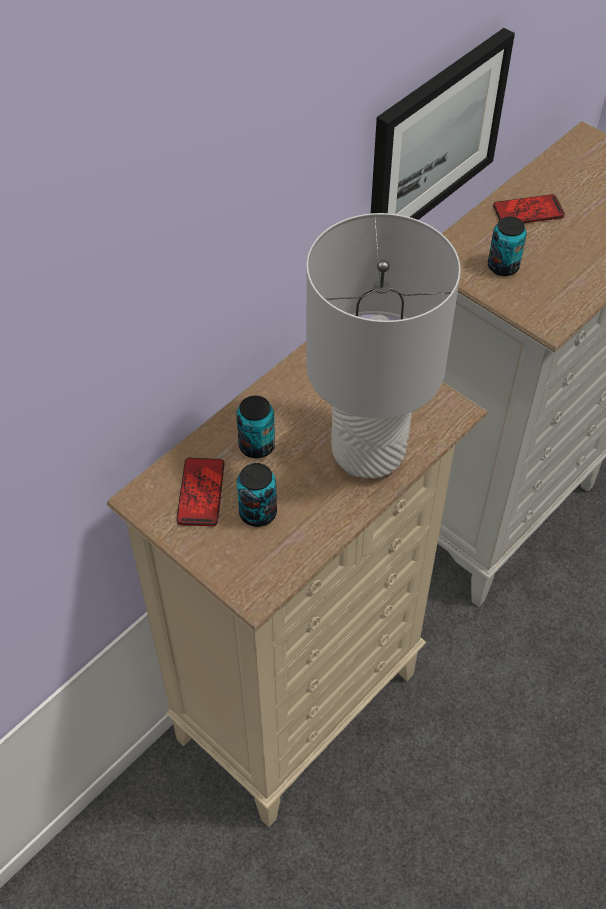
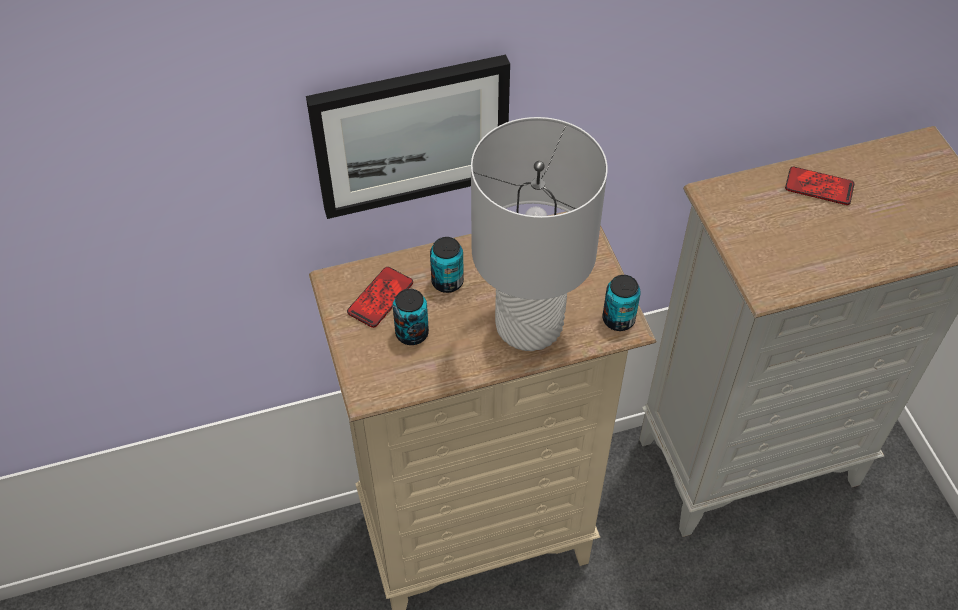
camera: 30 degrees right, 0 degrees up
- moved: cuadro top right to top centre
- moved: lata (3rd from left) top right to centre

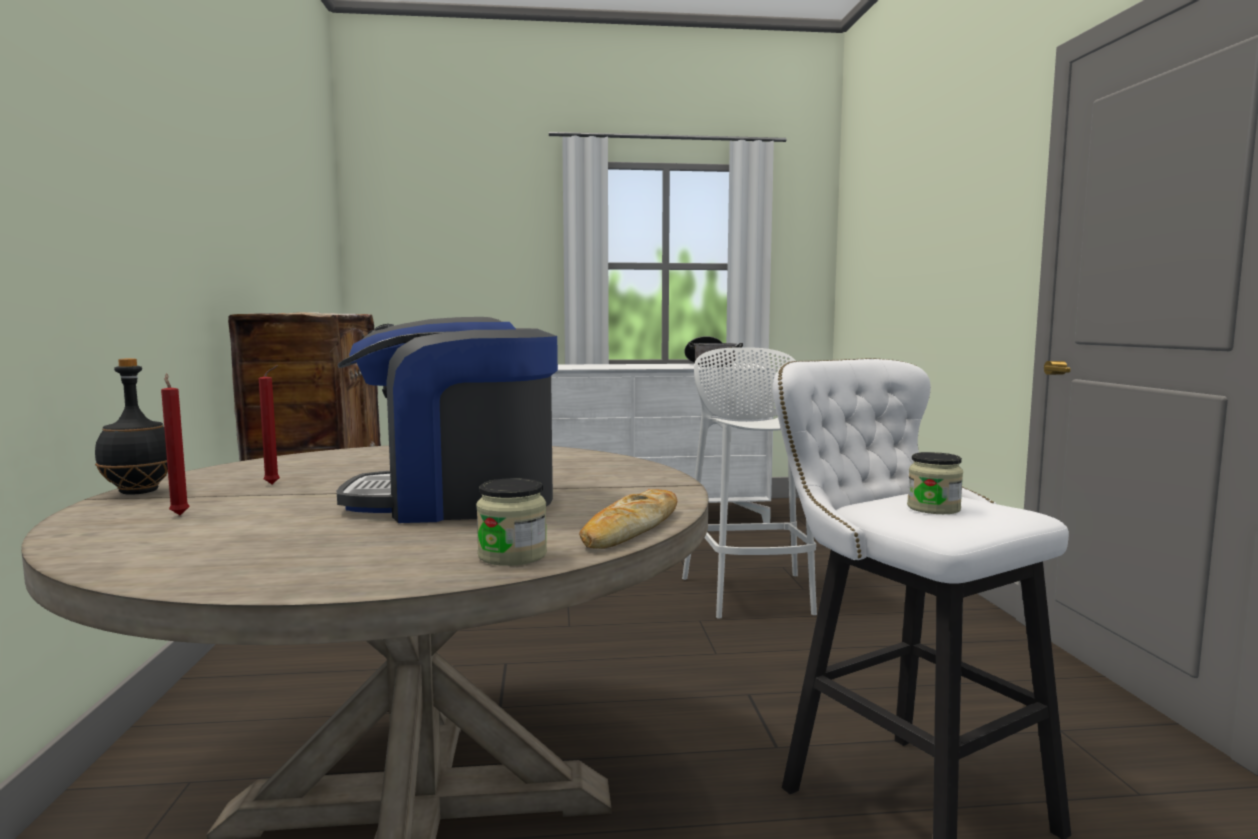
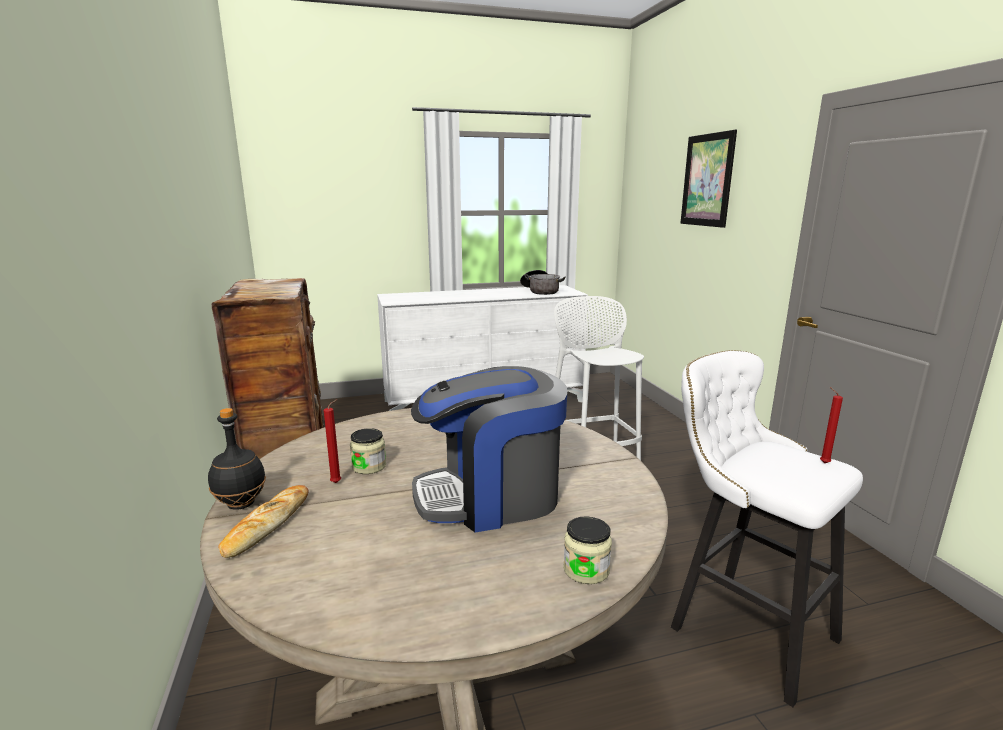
camera: 10 degrees left, 10 degrees up
- moved: vela/rojo (1st from left in the first image) middle left to vela/rojo (2nd from left) middle right
- moved: pan centre to bottom left
- moved: tarro (2nd from left in the first image) middle right to tarro (1st from left) centre
- added: cuadro top right

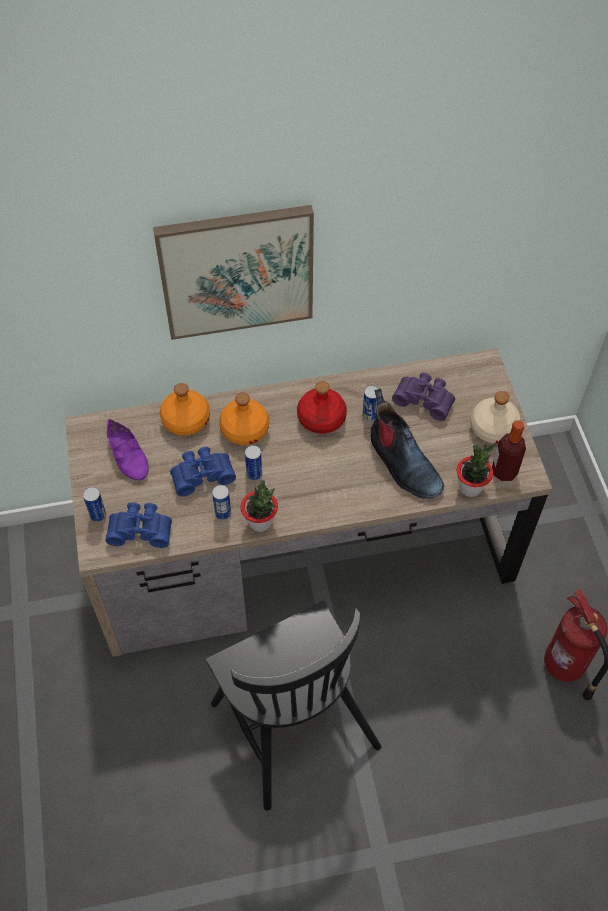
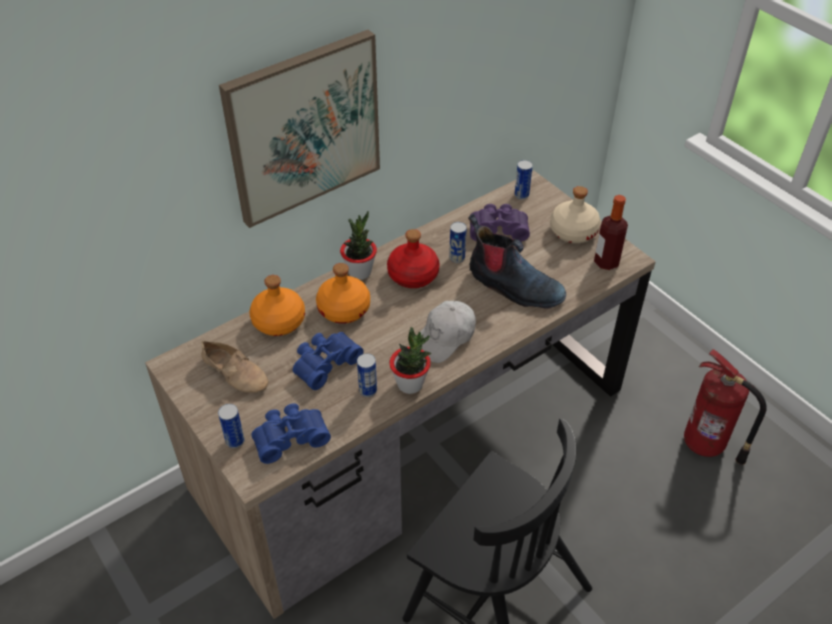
camera: 25 degrees left, 10 degrees down
- recoloured: zapato/morado middle left to zapato/beis middle left
- moved: lata (3rd from left in the first image) centre to lata (4th from left) top centre
- moved: planta en maceta (2nd from left in the first image) middle right to planta en maceta (1st from left) centre
- added: gorra/blanco centre

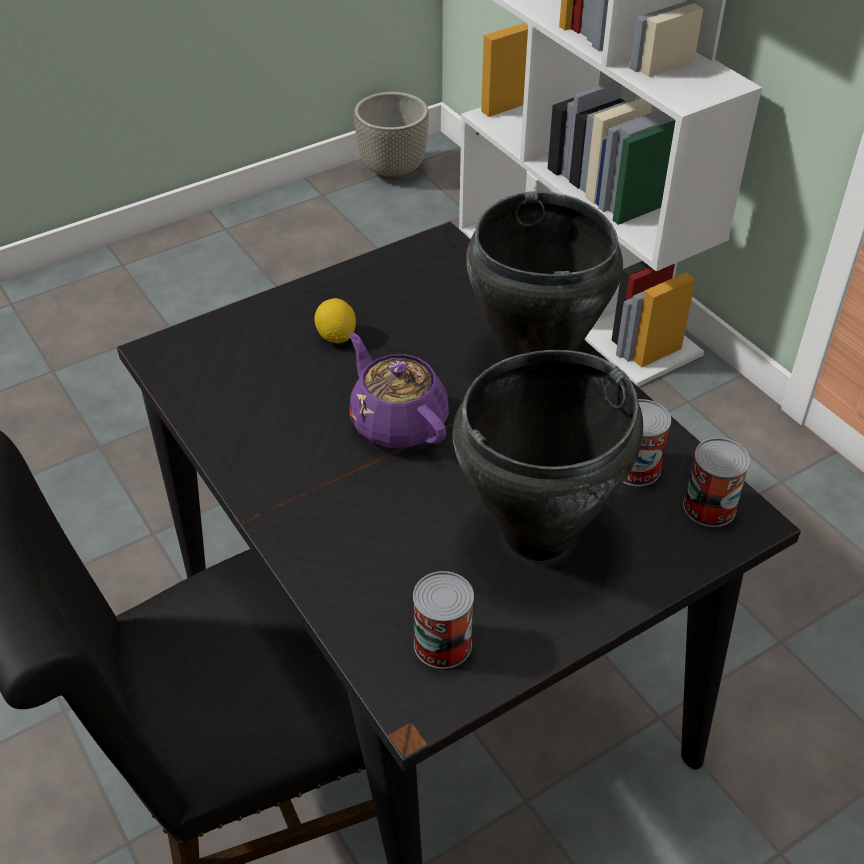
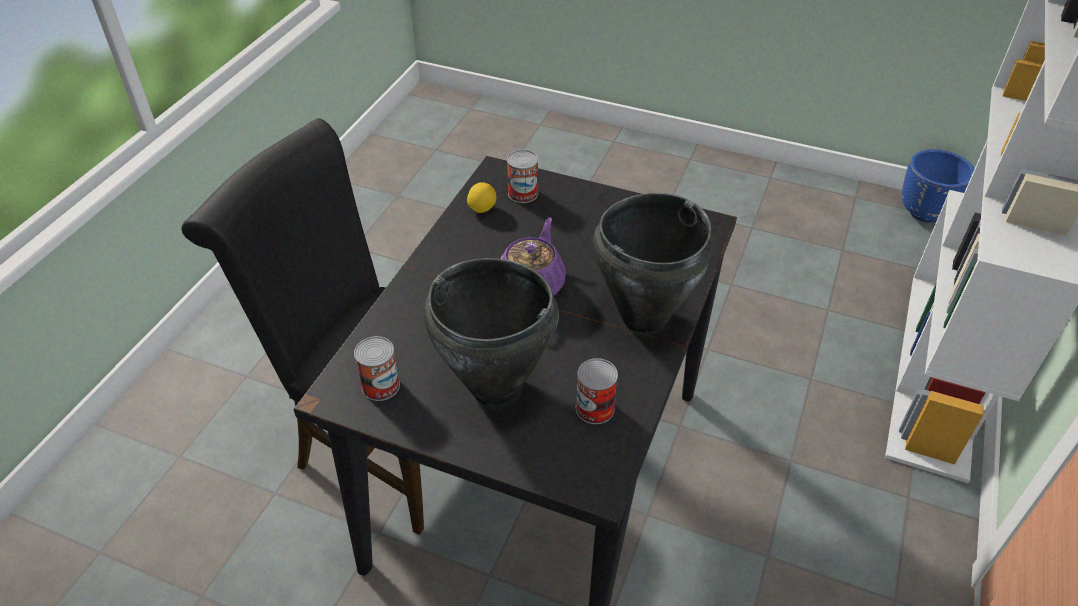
camera: 55 degrees right, 0 degrees up
- moved: limón centre to top centre
- recoloured: maceta/gris top centre to maceta/azul top right
- moved: lata (3rd from left in the first image) middle right to lata (2nd from left) top centre

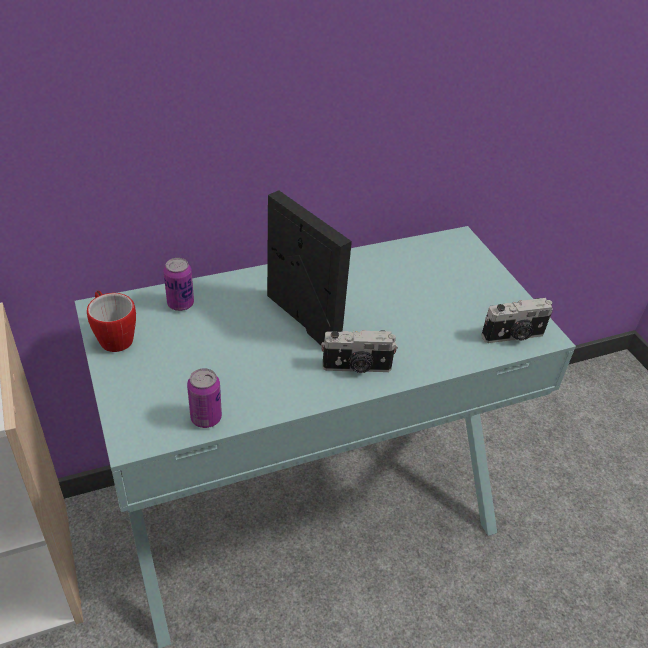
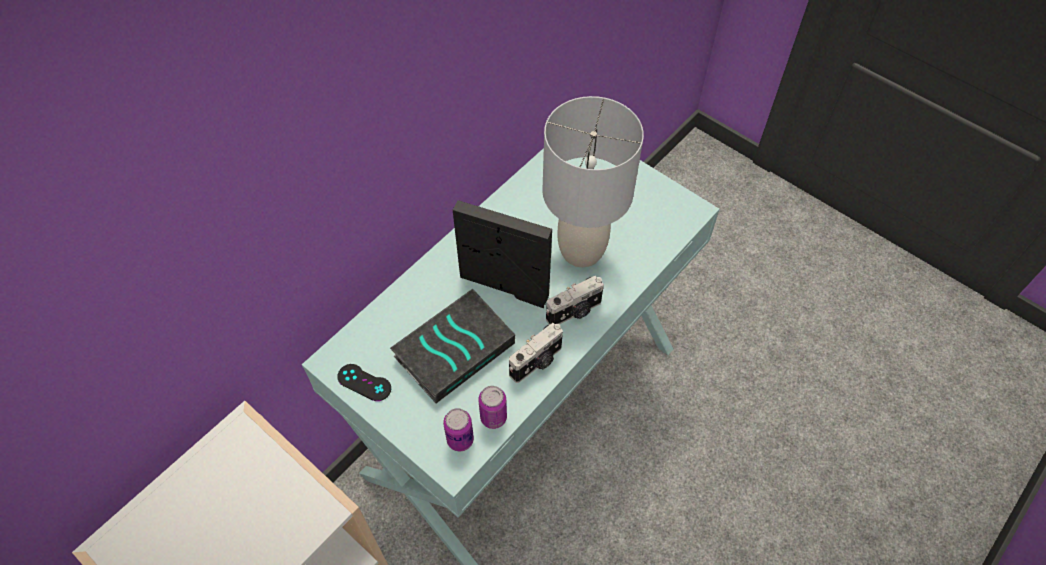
camera: 25 degrees left, 15 degrees up
- replaced: taza grande middle left to mando de consola/negro bottom centre
- moved: lata (1st from left) middle left to bottom centre
- moved: cámara (2nd from left in the first image) middle right to cámara (1st from left) centre
- added: libro centre
- added: lámpara de mesa/gris top centre

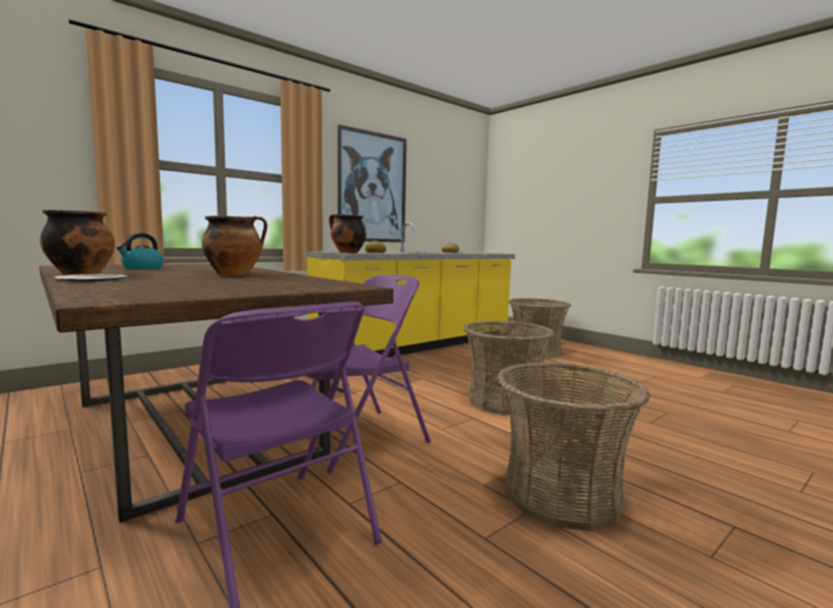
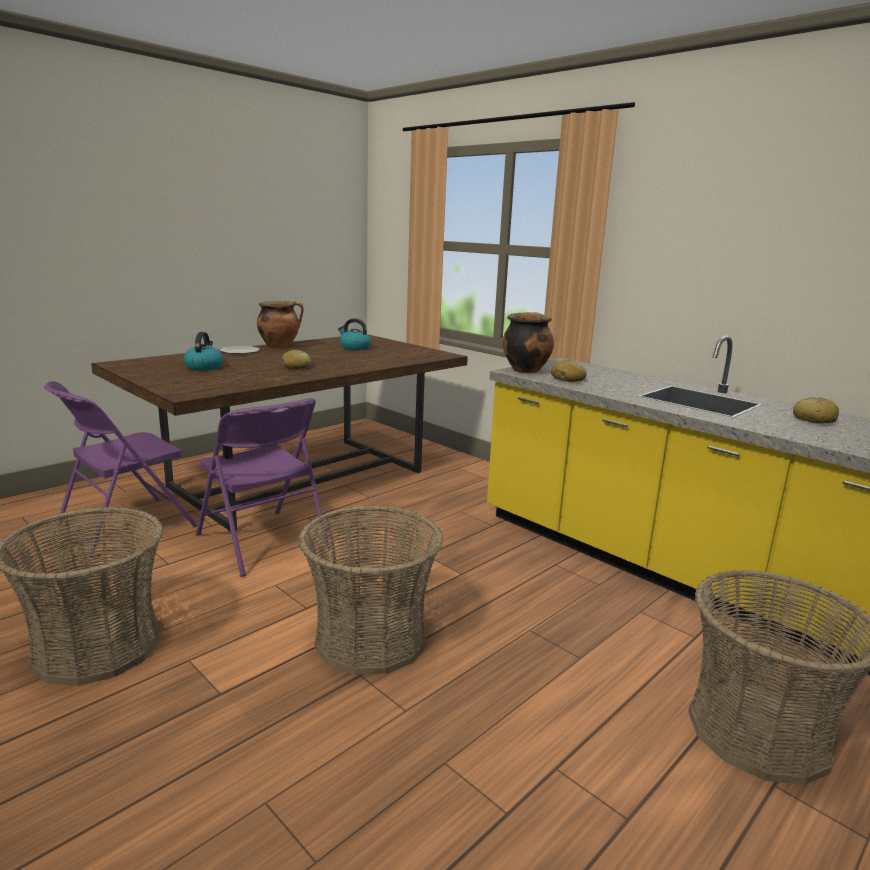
camera: 85 degrees right, 10 degrees up
- replaced: olla (2nd from left) middle left to pan (1st from left) centre
- removed: cuadro top centre
- added: hervidor (1st from left) middle left

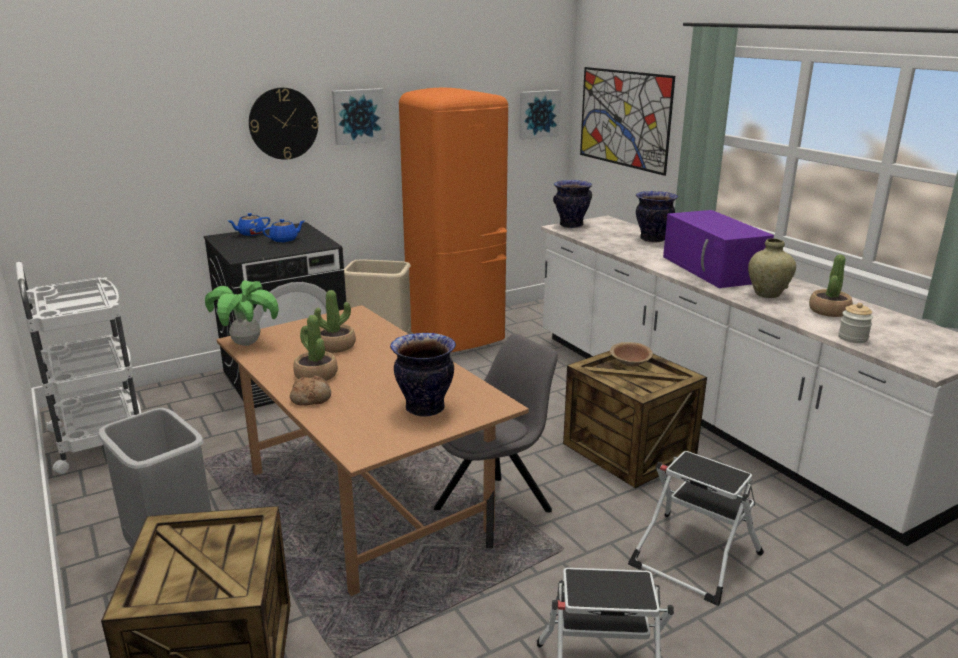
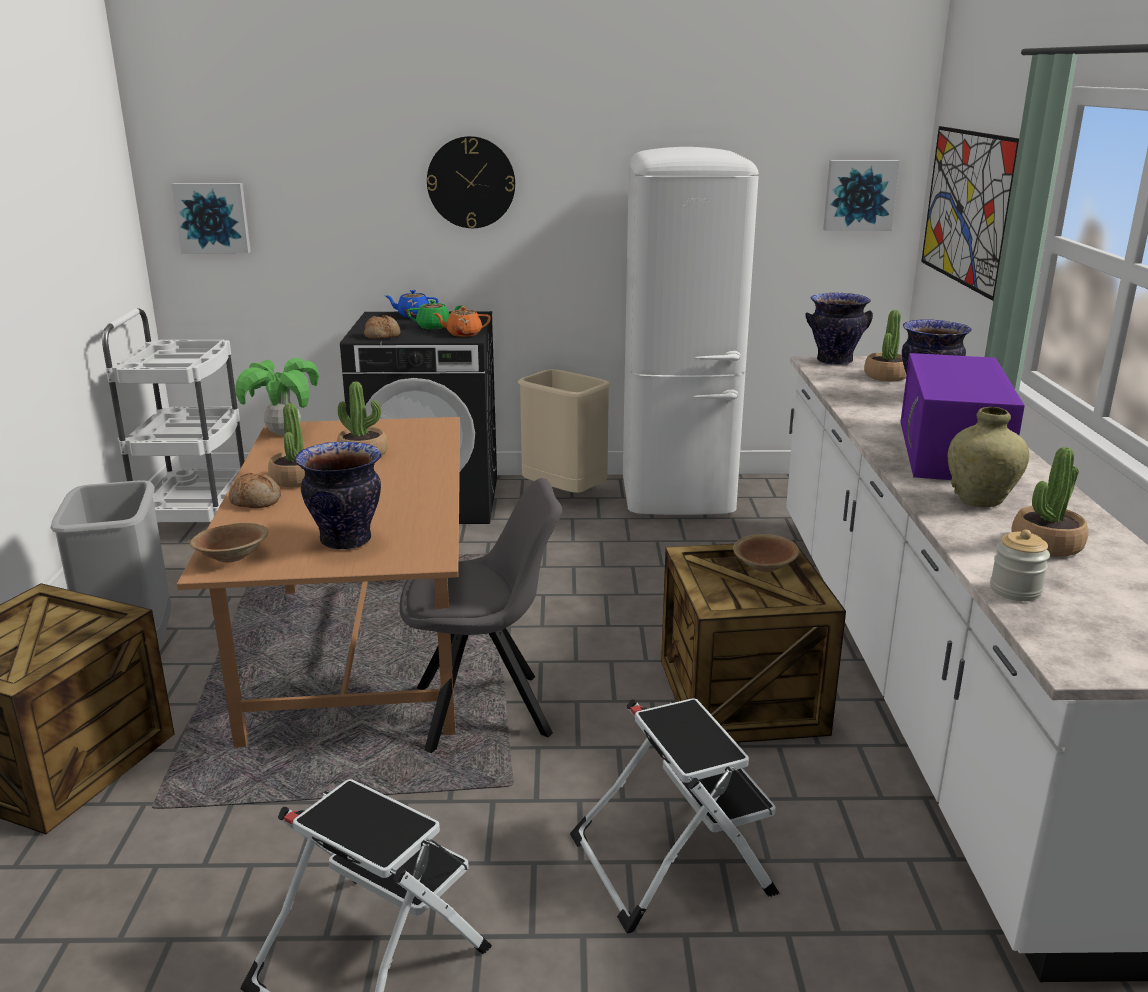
camera: 30 degrees right, 0 degrees up
- recoloured: tetera/azul (2nd from left) middle left to tetera/verde top centre
- moved: cuadro (1st from left) top centre to top left
- recoloured: nevera/naranja centre to nevera/blanco centre
- added: cuenco/marrón (1st from left) middle left
- added: pan (2nd from left) top left
- added: tetera/naranja top centre
- added: planta en maceta (4th from left) middle right

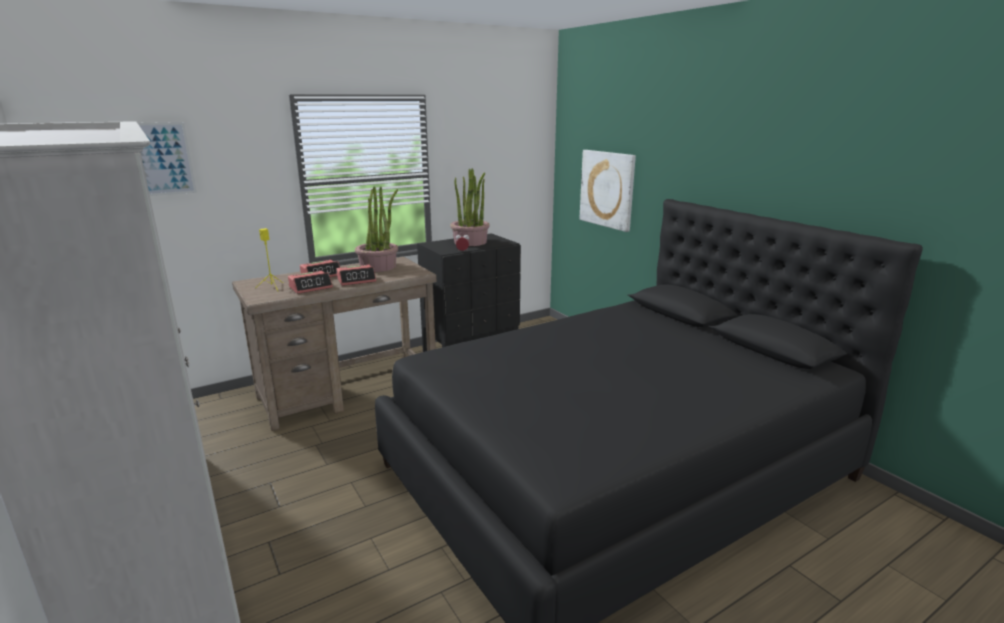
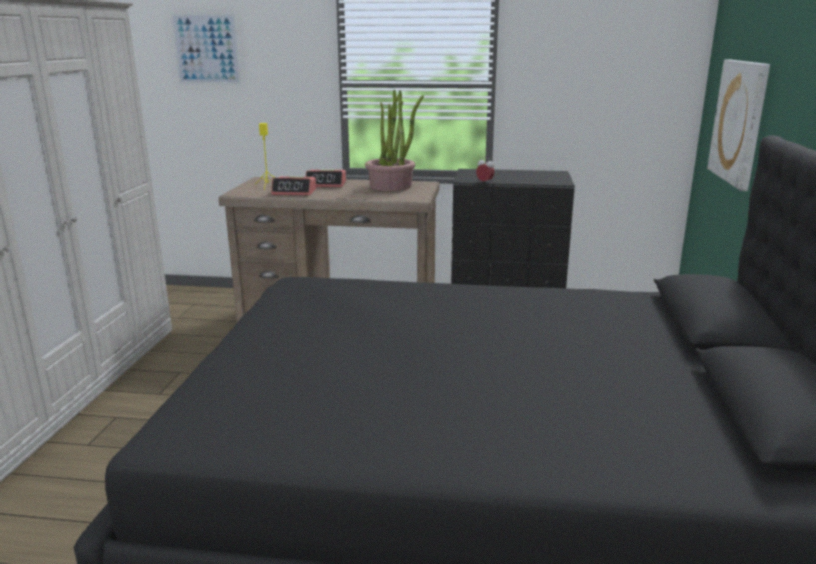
camera: 40 degrees right, 0 degrees up
- removed: despertador (3rd from left) centre
- removed: planta en maceta (2nd from left) top centre

